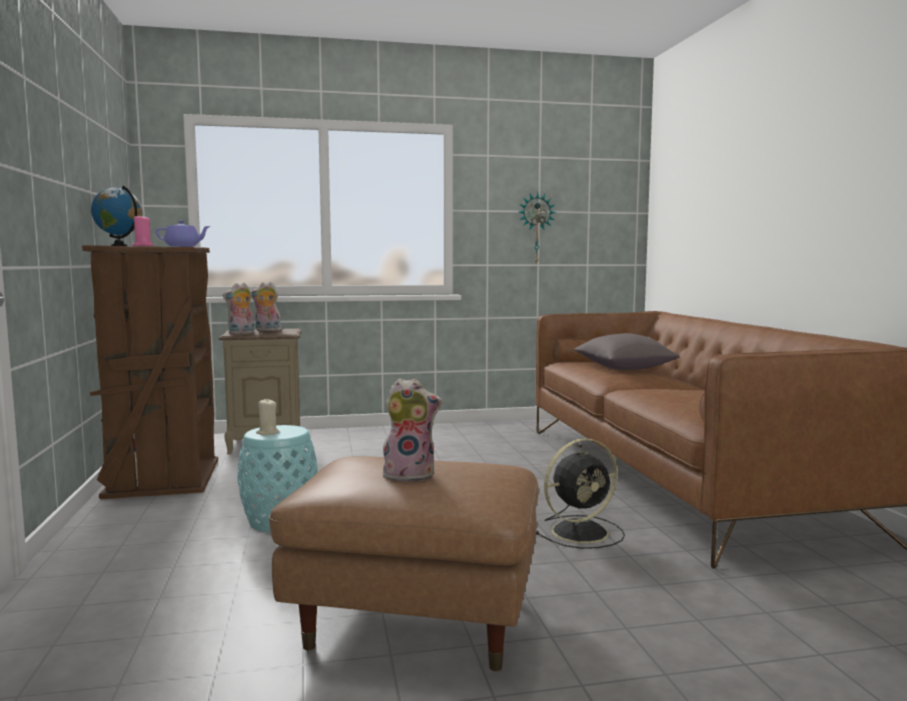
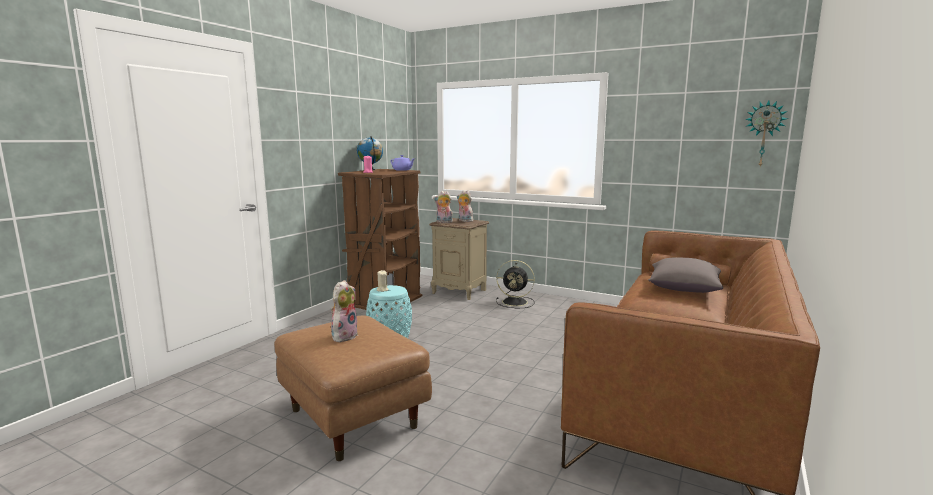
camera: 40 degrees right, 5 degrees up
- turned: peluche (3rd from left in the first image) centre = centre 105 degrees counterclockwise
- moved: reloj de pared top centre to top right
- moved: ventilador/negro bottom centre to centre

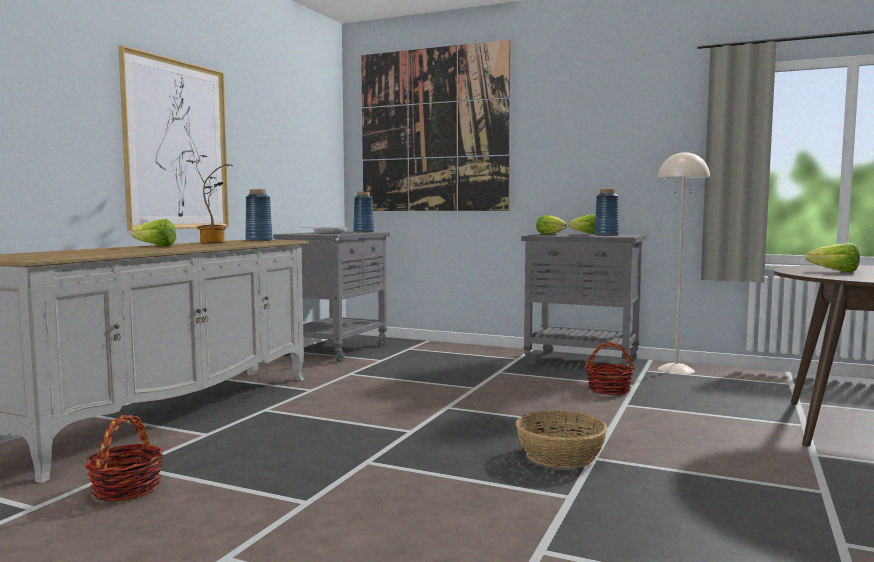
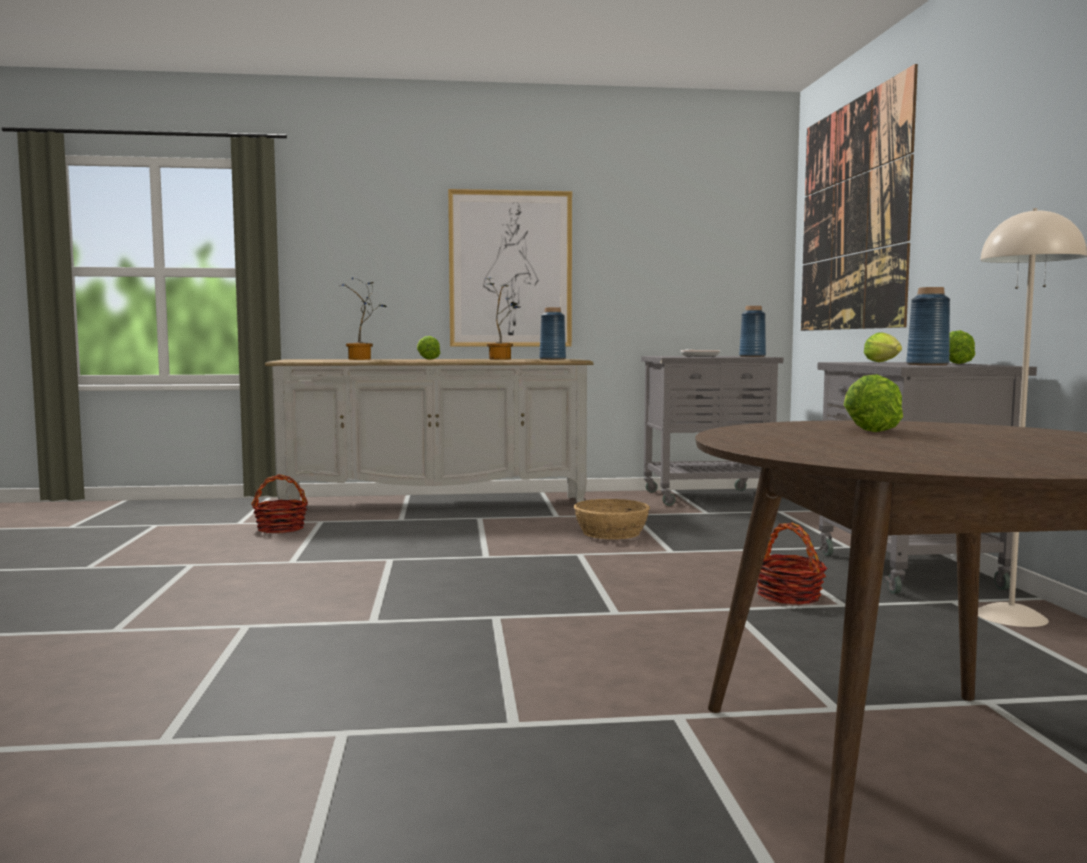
camera: 60 degrees right, 0 degrees up
- moved: cesta (2nd from left) bottom centre to centre
- added: planta en maceta (1st from left) middle left

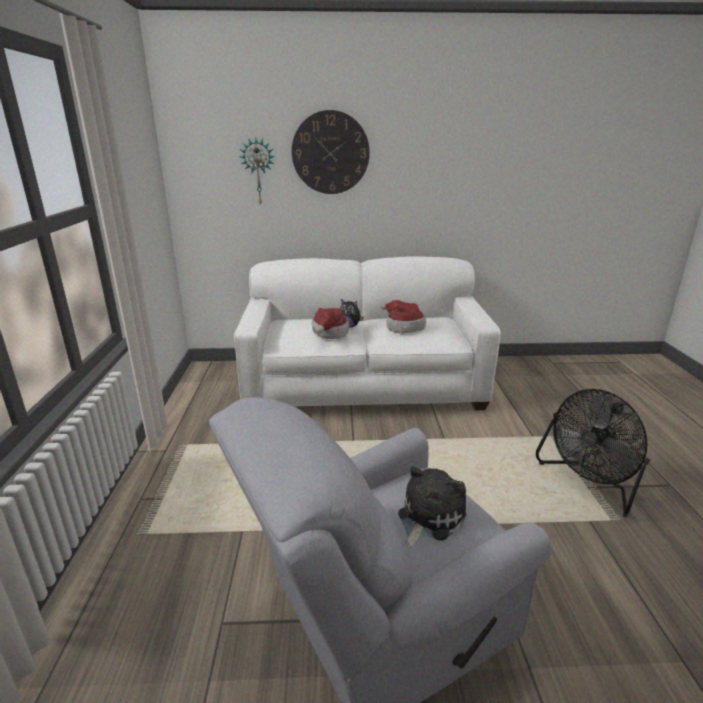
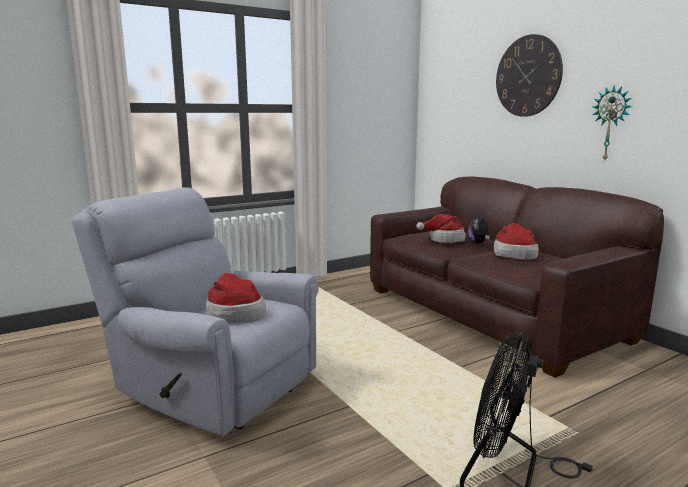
camera: 60 degrees right, 10 degrees down
- recoloured: sofá/blanco centre to sofá/marrón middle right
- moved: reloj de pared (1st from left in the first image) top centre to reloj de pared (2nd from left) top right
- replaced: peluche (2nd from left) bottom centre to sombrero (1st from left) centre

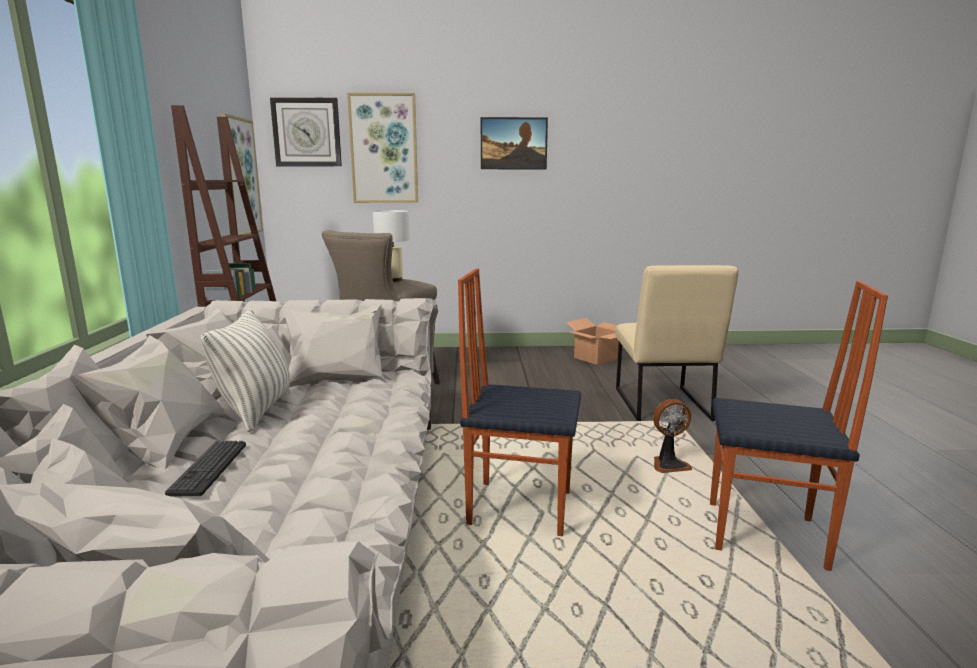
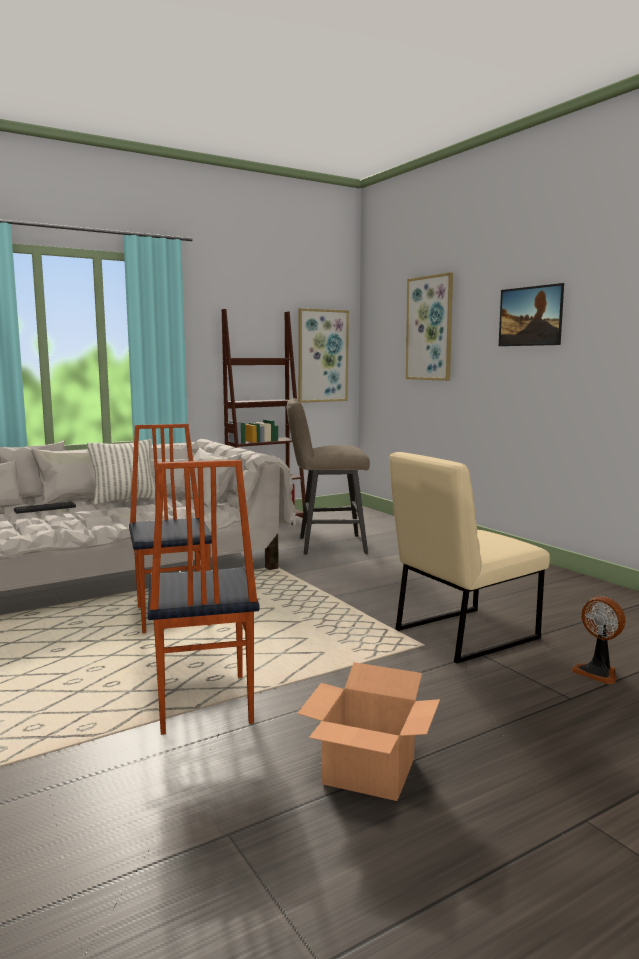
camera: 60 degrees right, 5 degrees down
- removed: reloj de pared top left
- removed: lámpara de mesa/blanco centre
- moved: caja de cartón centre to bottom centre
- moved: ventilador middle right to bottom right

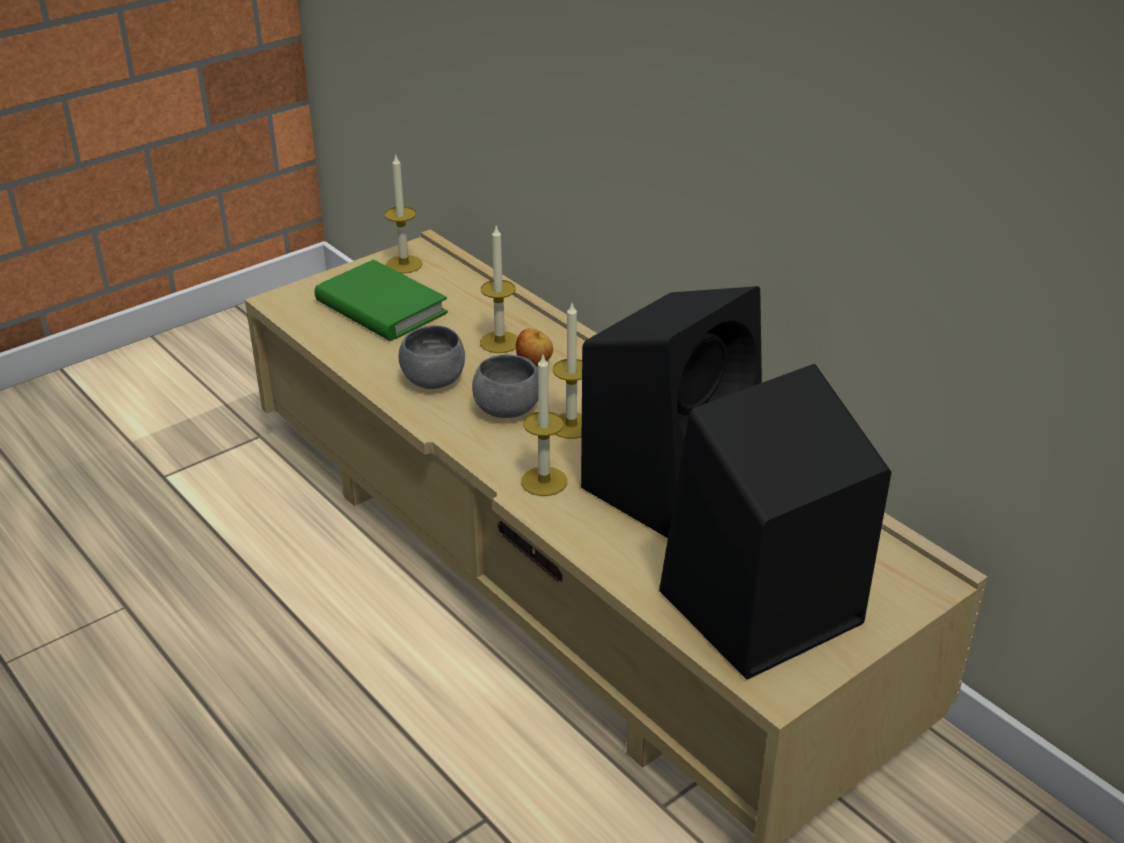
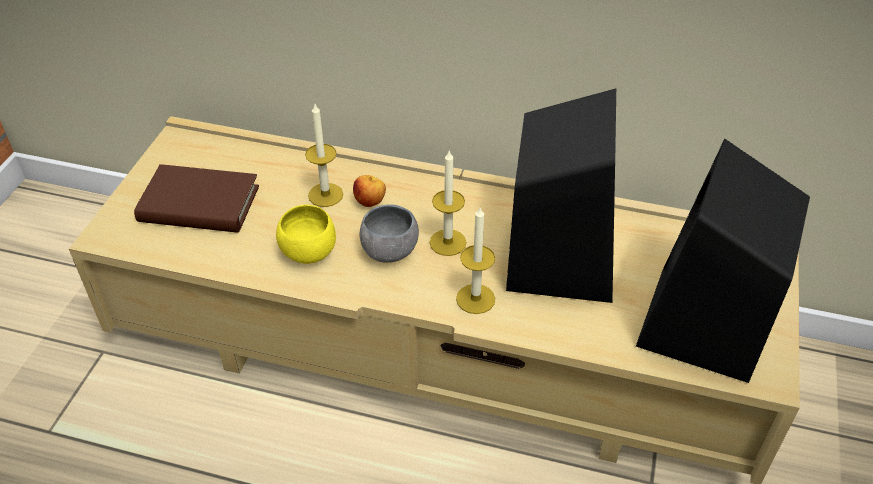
camera: 35 degrees left, 10 degrees up
- recoloured: libro/verde centre to libro/marrón middle left
- removed: vela (1st from left) top centre
- recoloured: cuenco/gris (1st from left) centre to cuenco/amarillo centre

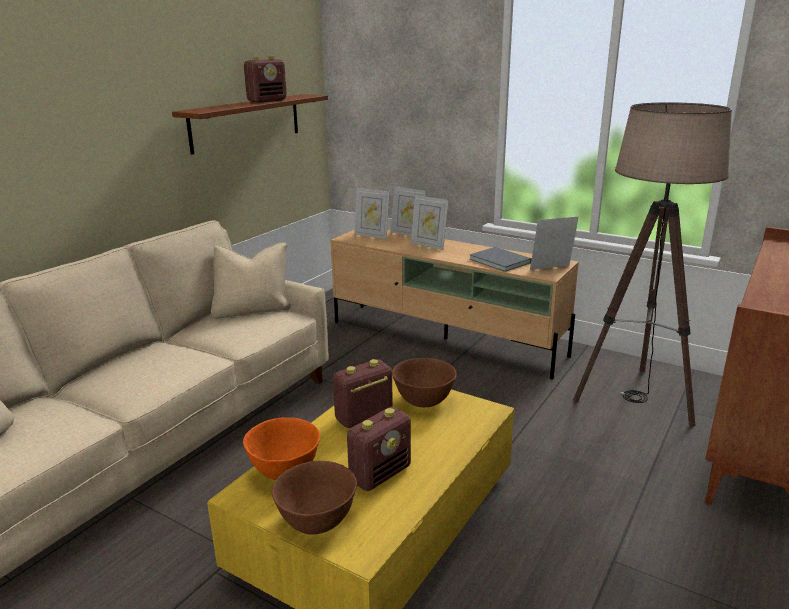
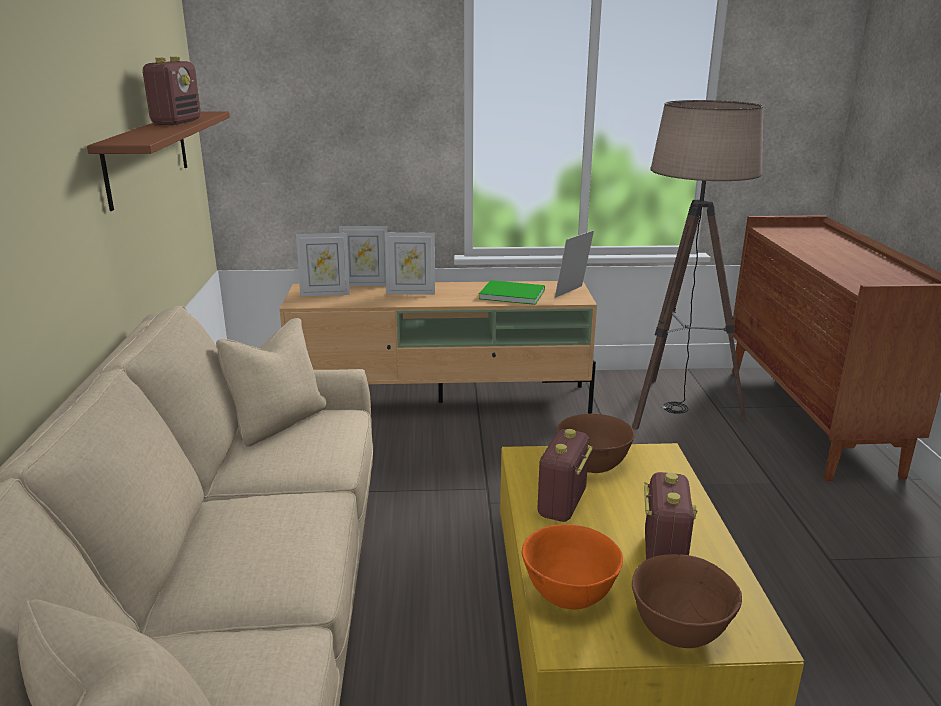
camera: 35 degrees left, 0 degrees up
- recoloured: libro/gris centre to libro/verde centre

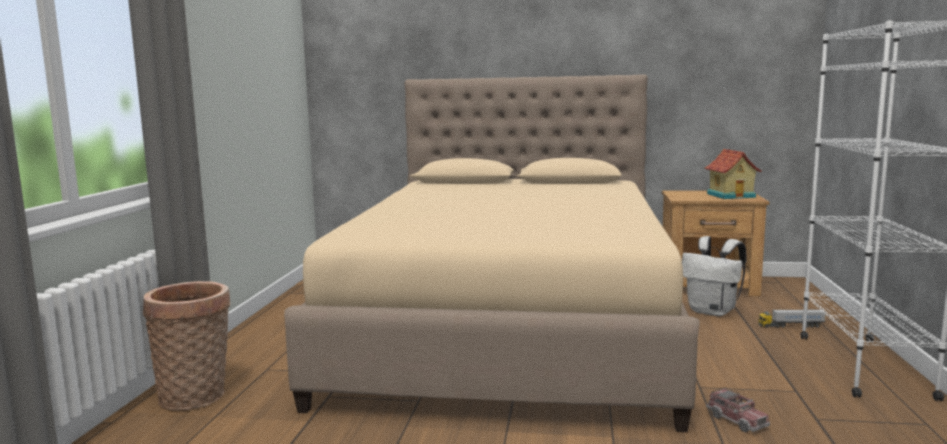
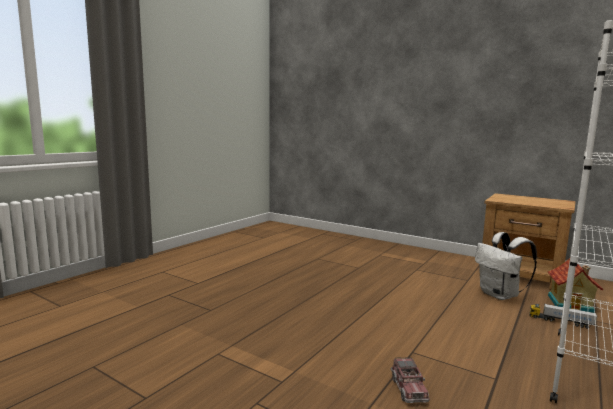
camera: 25 degrees right, 0 degrees up
- removed: cesta bottom left
- removed: cama/beis centre
- moved: casita middle right to bottom right

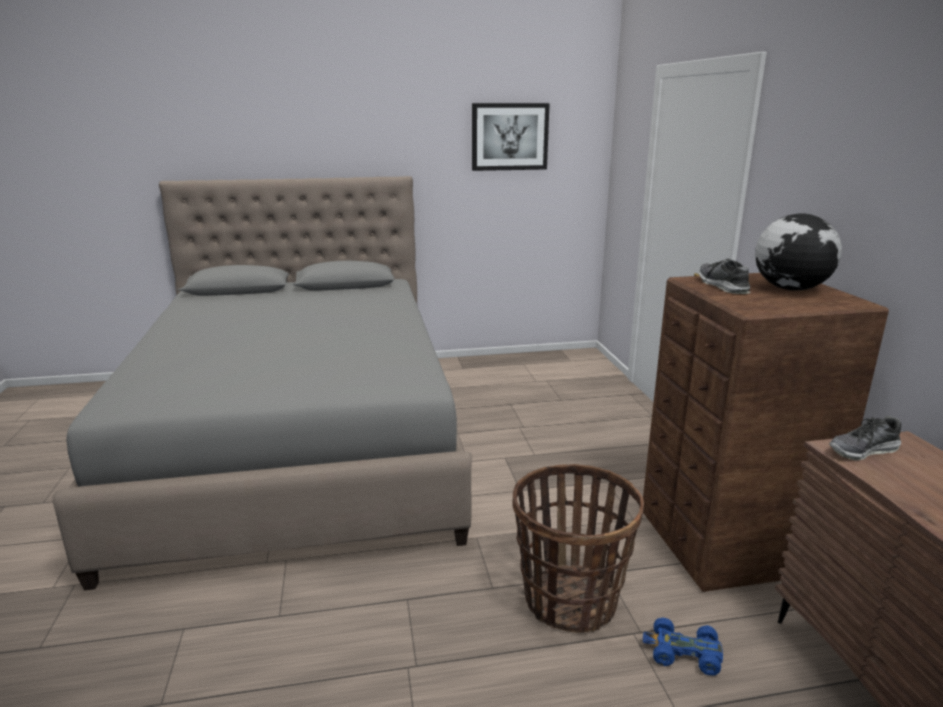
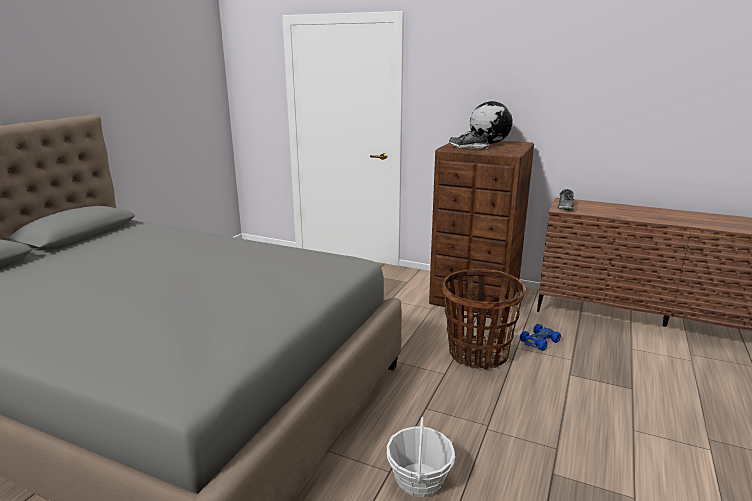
camera: 55 degrees left, 0 degrees up
- removed: cuadro top centre
- added: cesta (1st from left) bottom centre

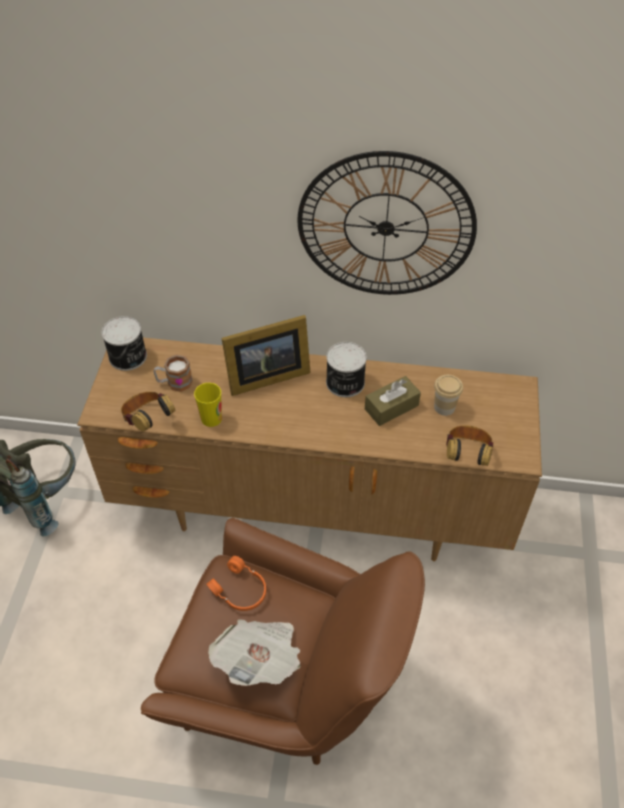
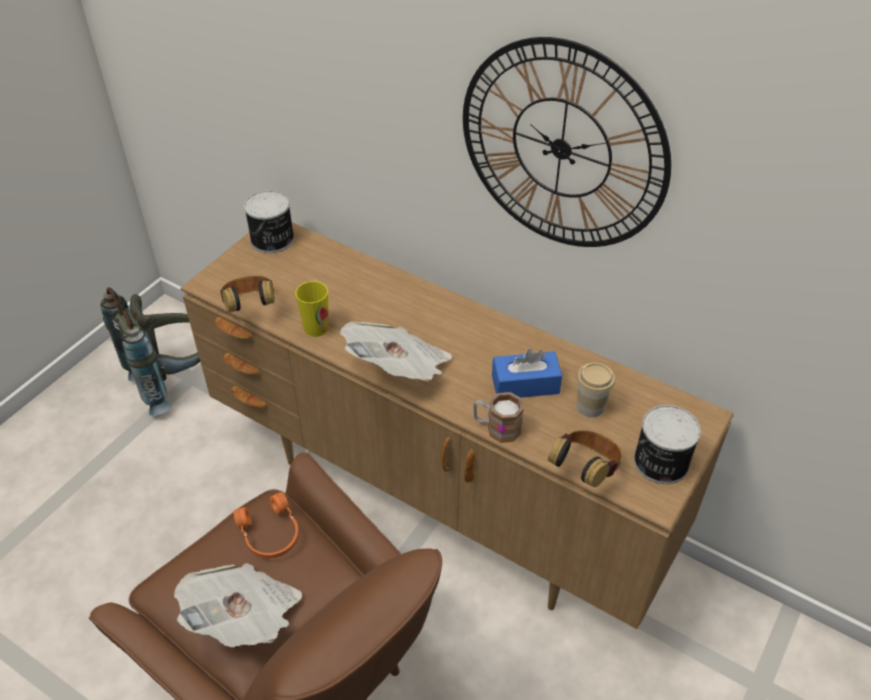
camera: 25 degrees right, 5 degrees down
- moved: taza grande middle left to centre
- removed: portarretratos centre
- moved: lata (2nd from left) centre to middle right
- recoloured: caja de pañuelos/marrón centre to caja de pañuelos/azul centre
- added: periódico (2nd from left) centre

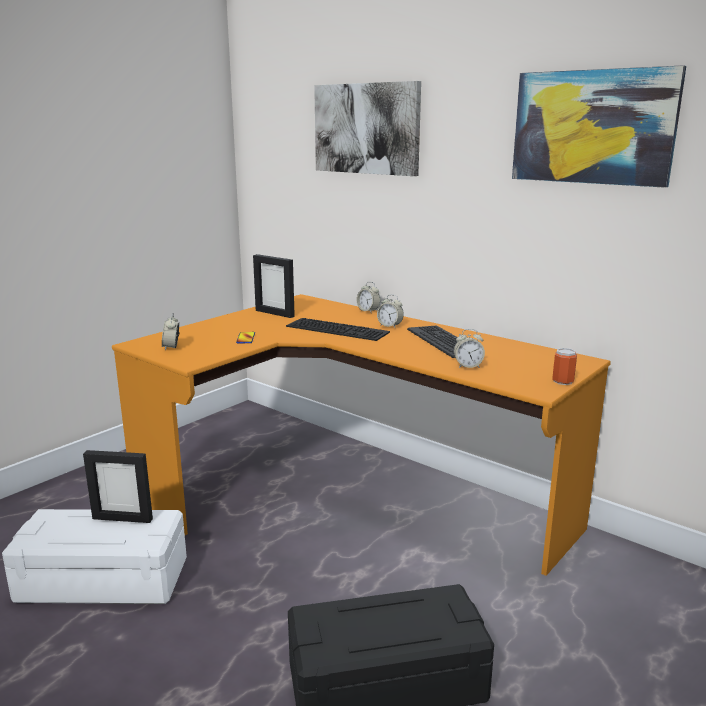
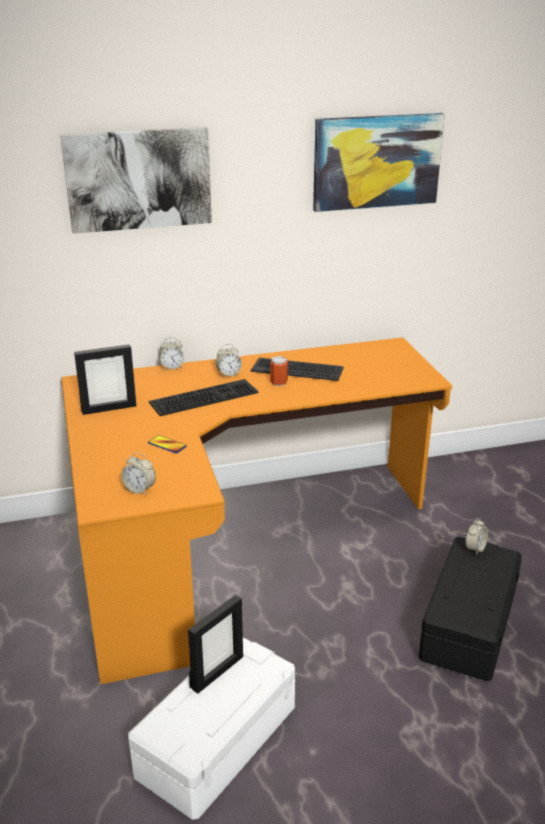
camera: 55 degrees left, 10 degrees up
- moved: despertador (4th from left) centre to middle right
- moved: lata middle right to centre

